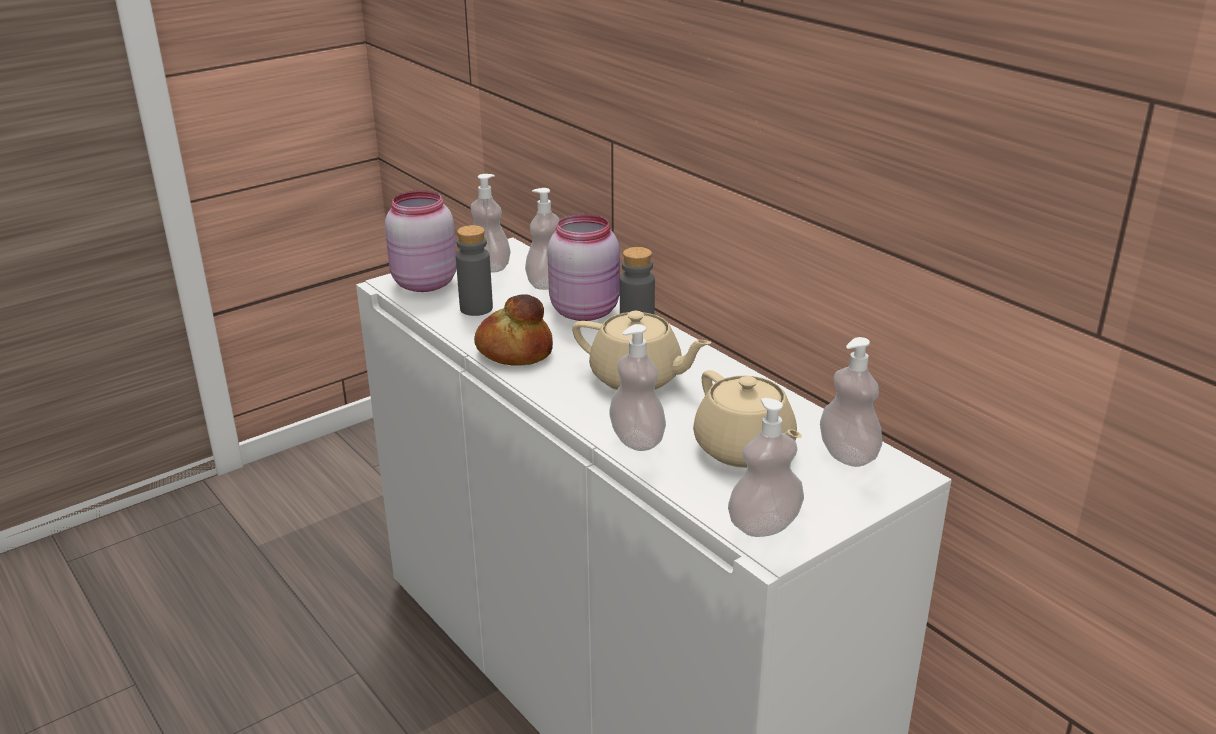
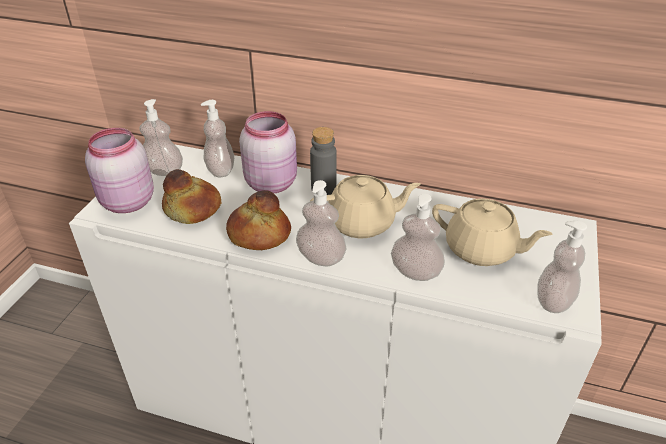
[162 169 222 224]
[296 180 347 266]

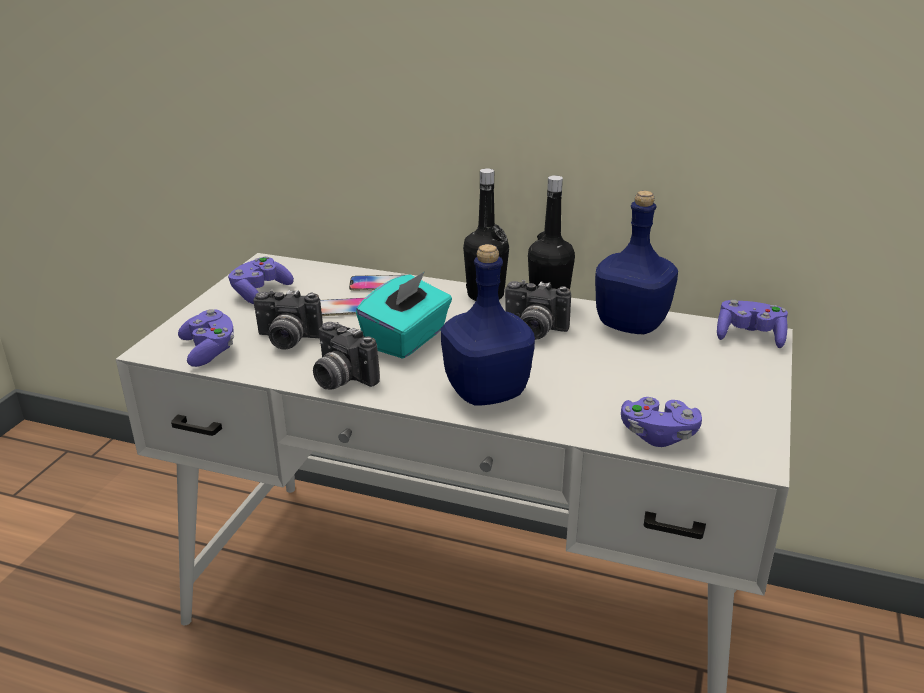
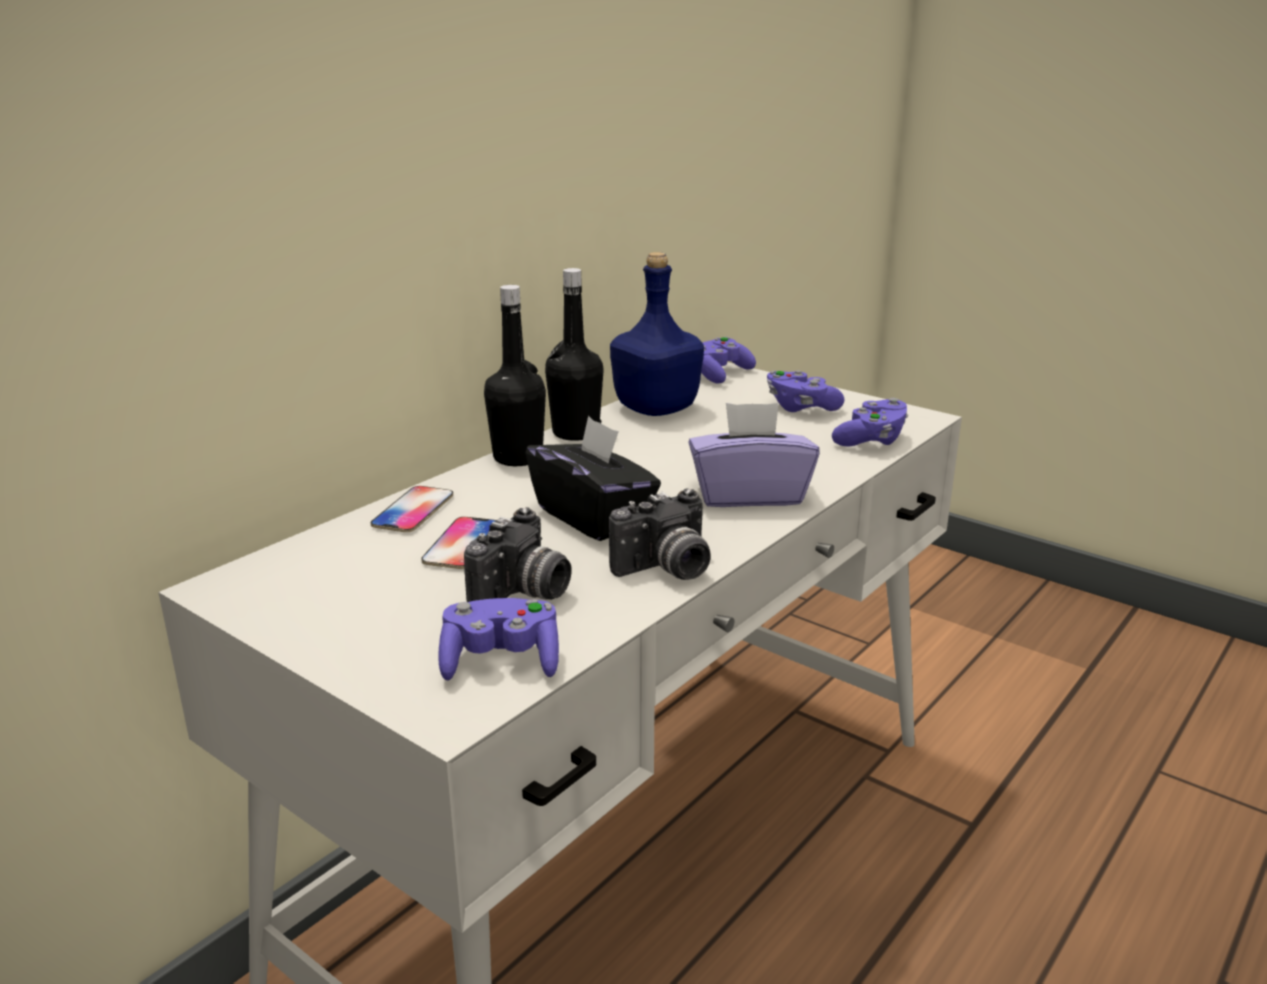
[767 370 844 412]
[526 416 661 541]
[688 403 820 507]
[505 280 571 340] (first image)

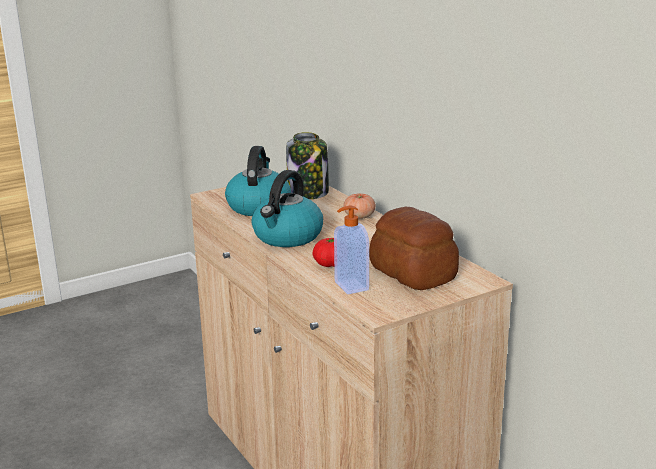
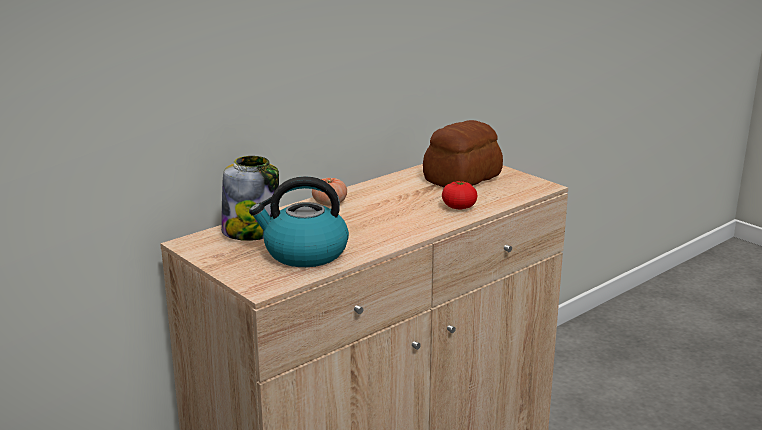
[252 170 323 247] (first image)
[334 206 369 294] (first image)

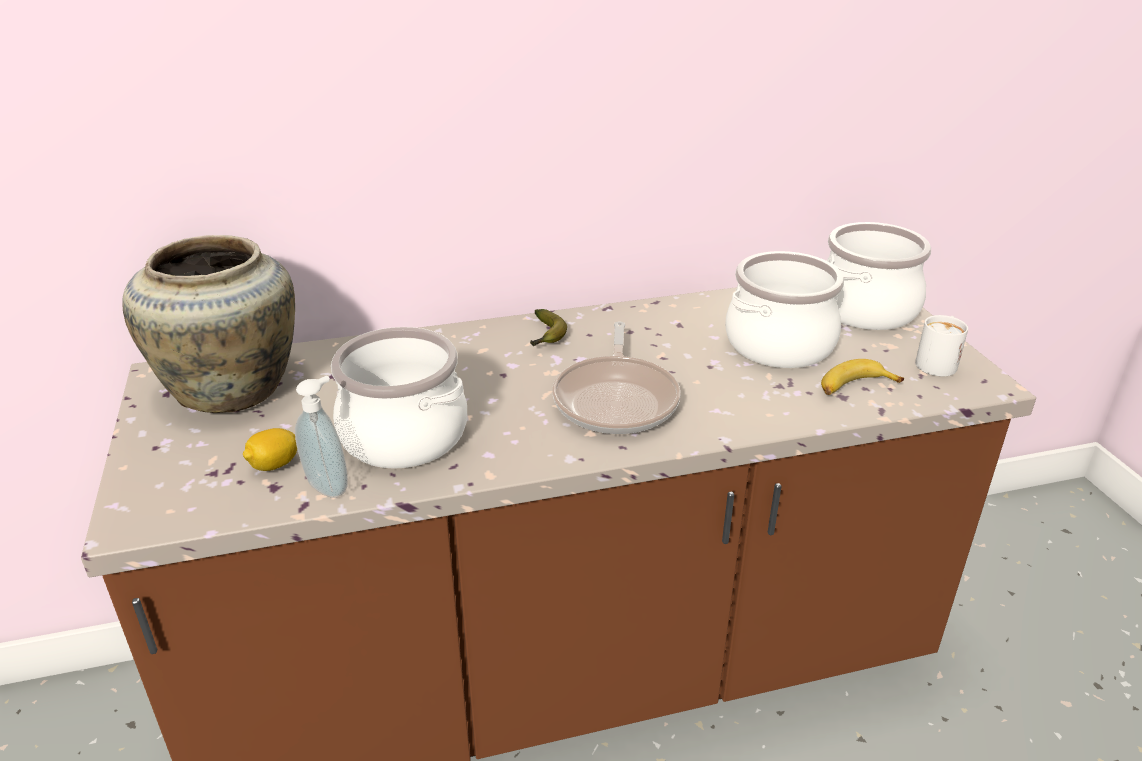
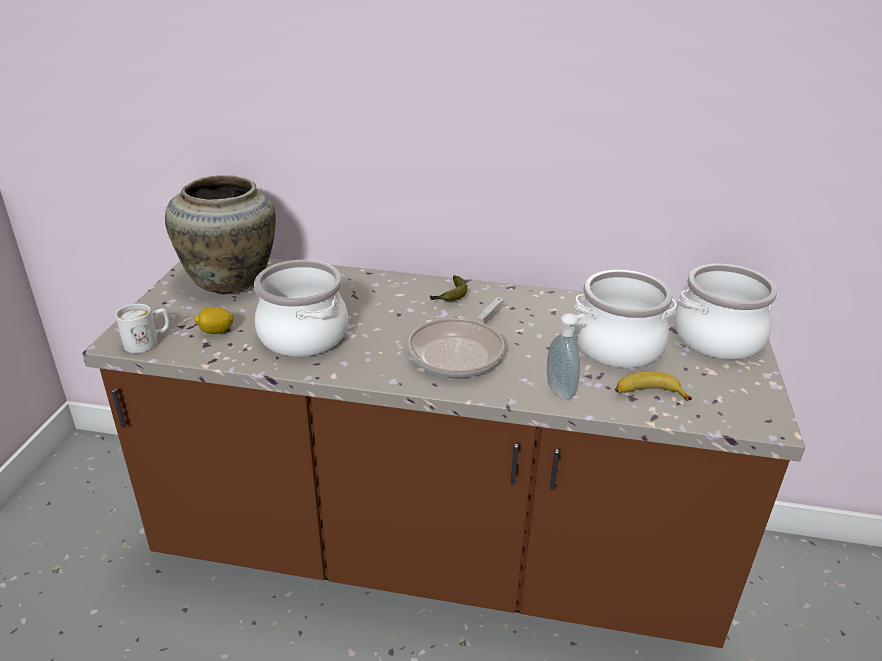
[547 313 585 400]
[115 304 170 353]

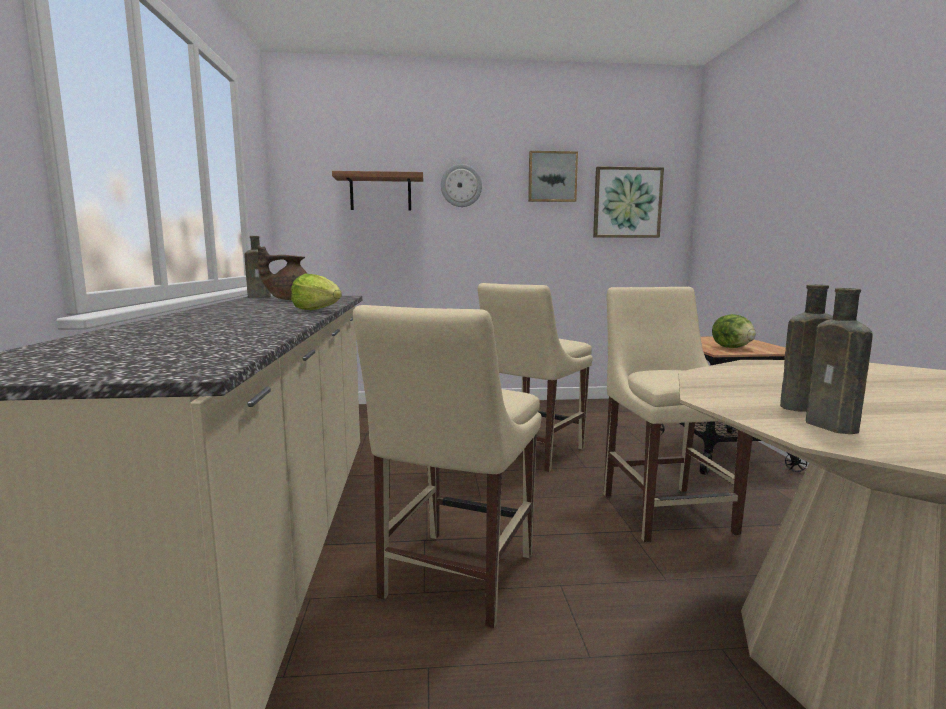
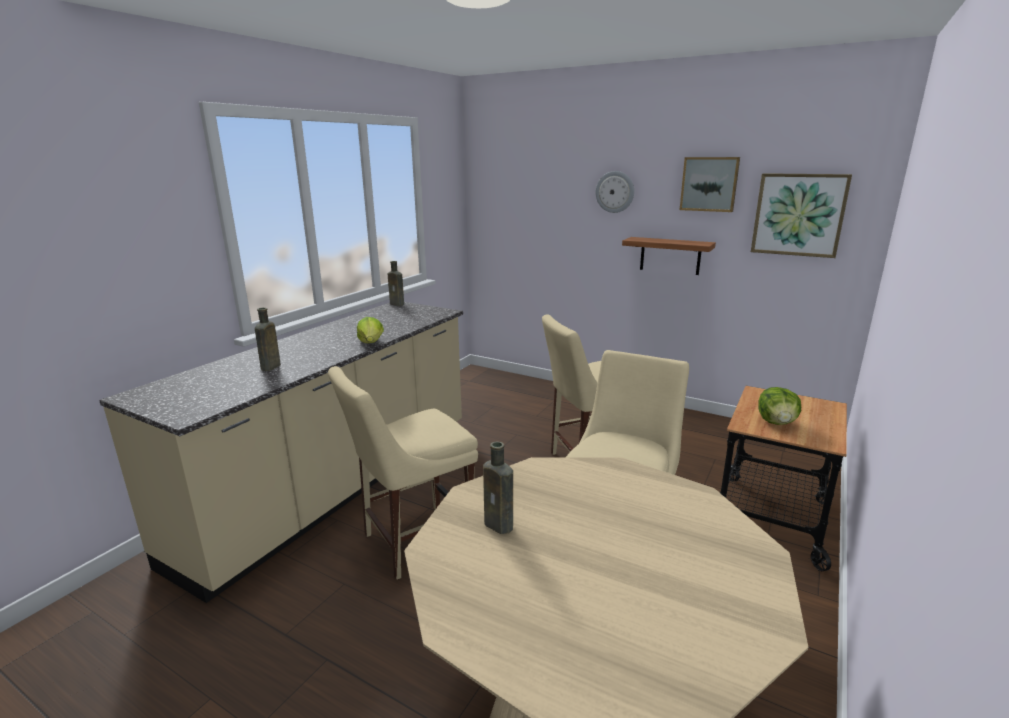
[258 245 308 300] (first image)
[622 237 716 275]
[255 307 281 371]

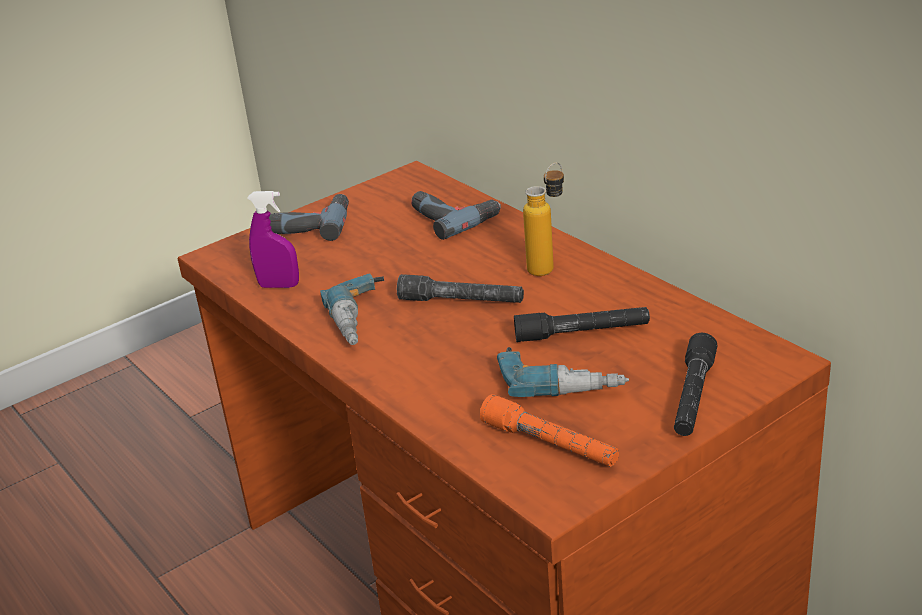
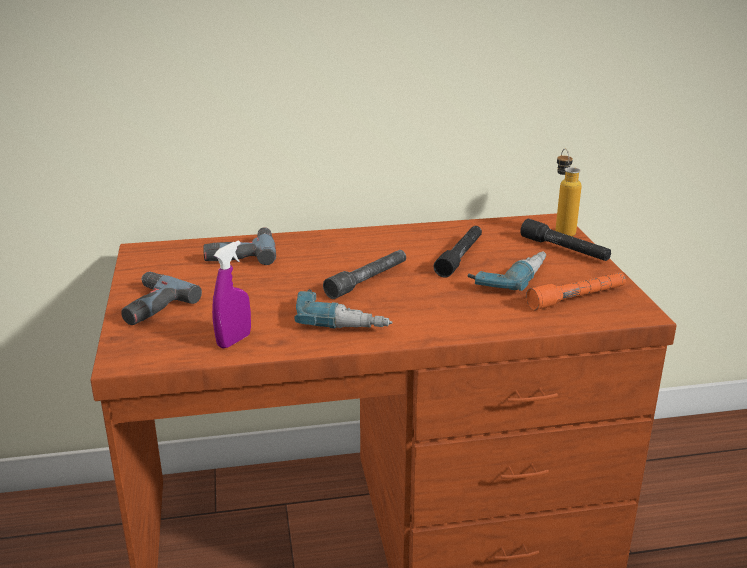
[555 148 582 237]

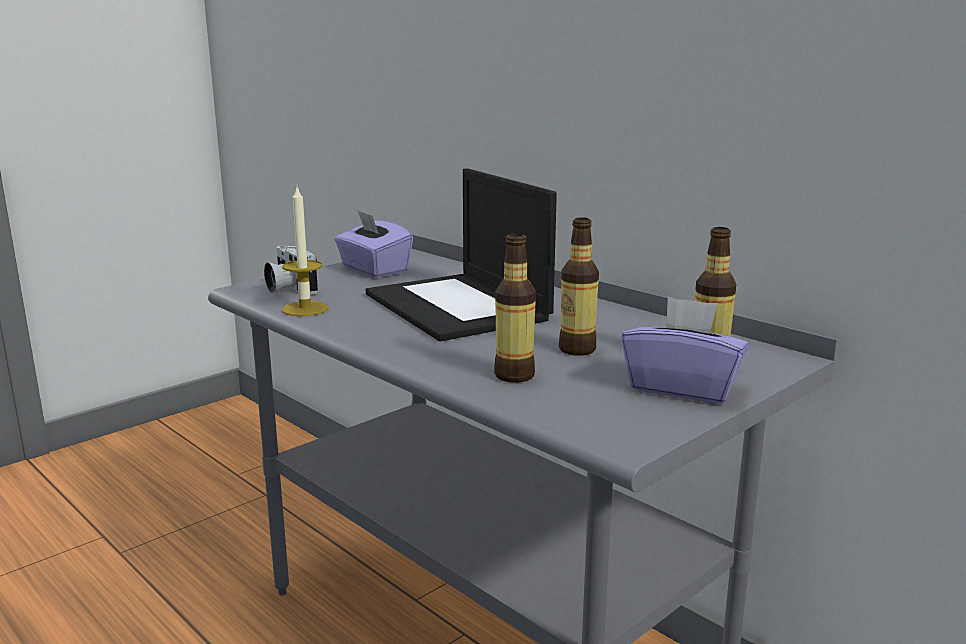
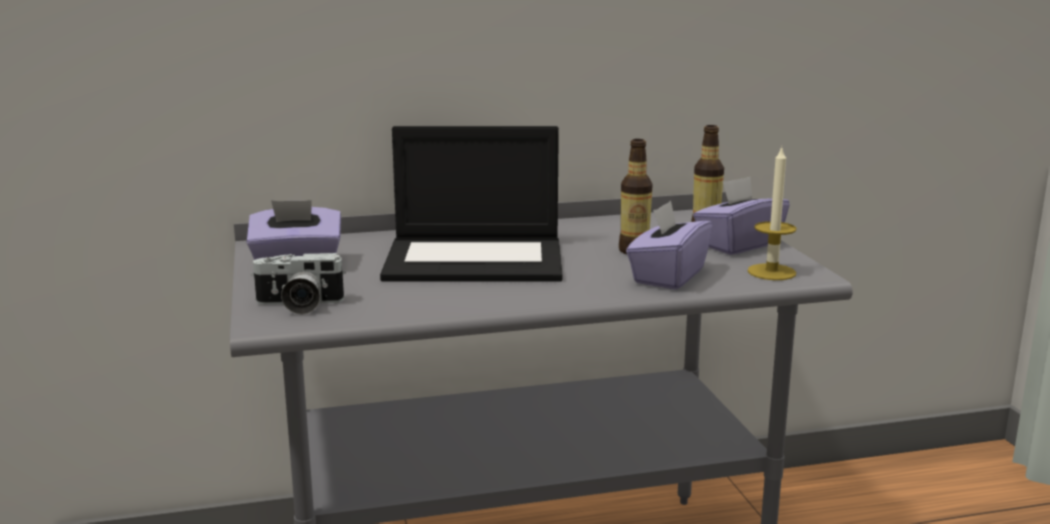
[747 147 796 280]
[626 201 712 290]

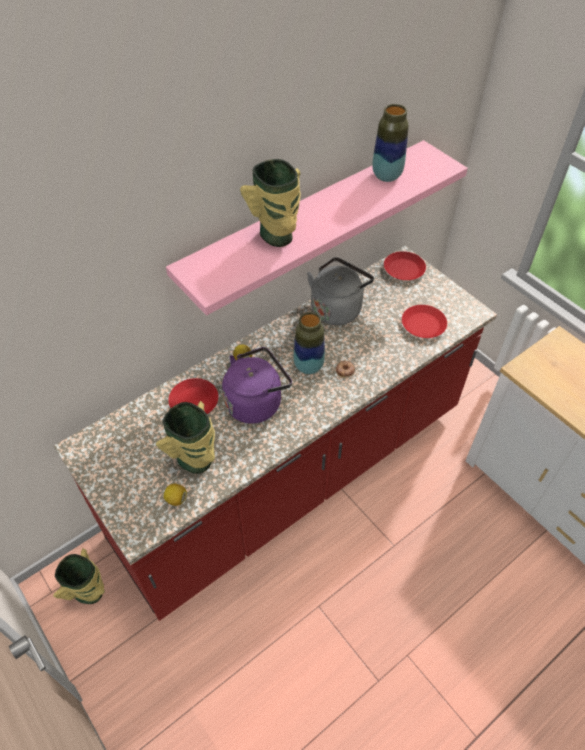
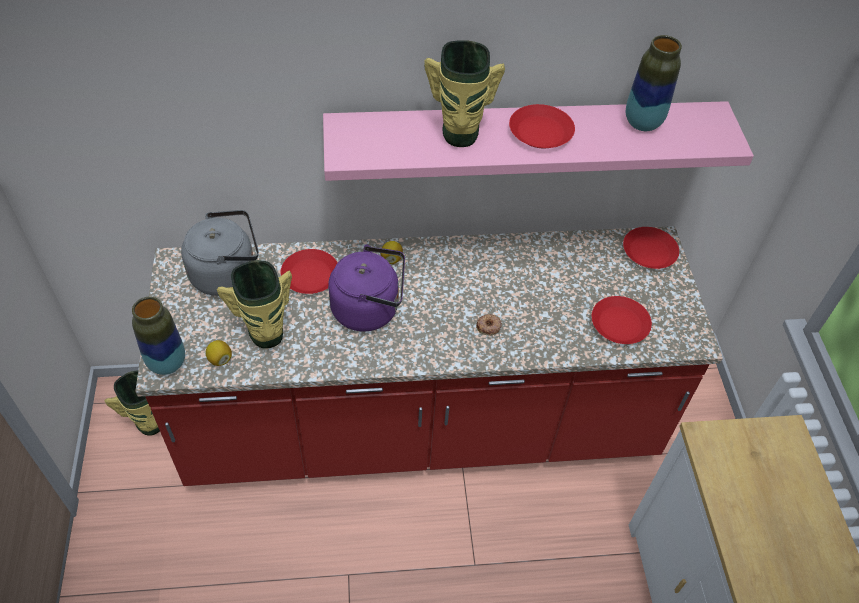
[132 297 185 375]
[181 210 259 296]
[509 104 575 148]

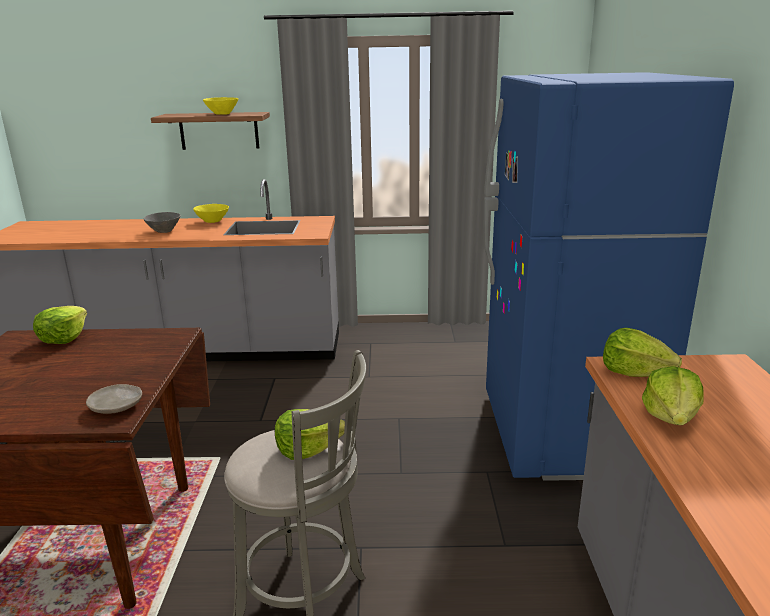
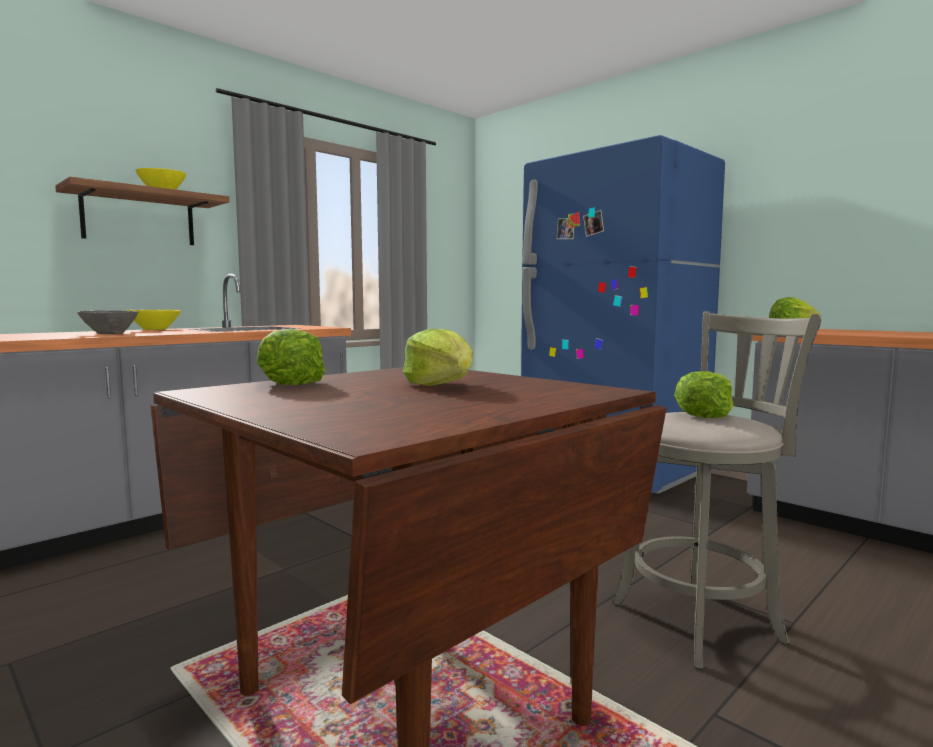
[86 384 142 414] (first image)
[403 329 473 386]

